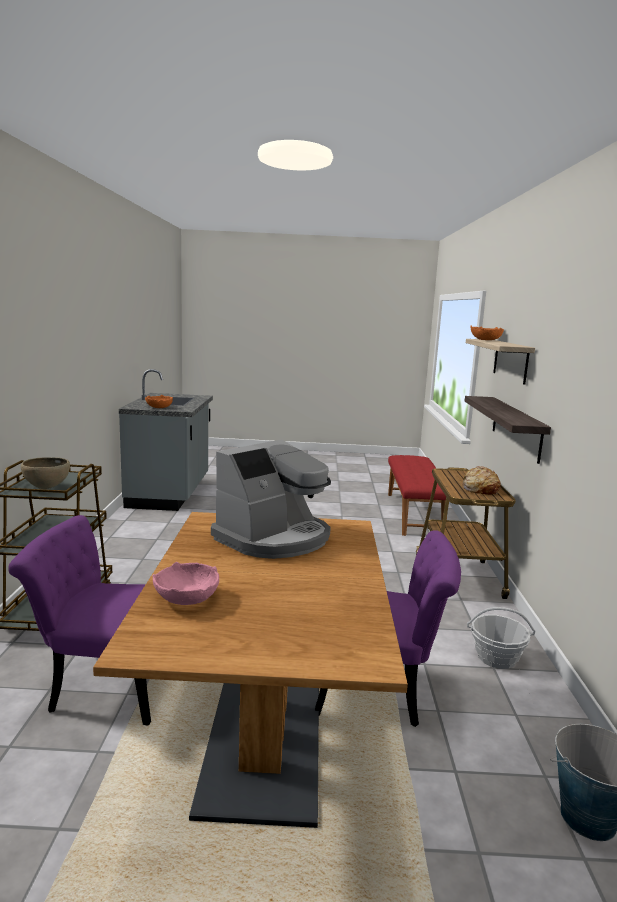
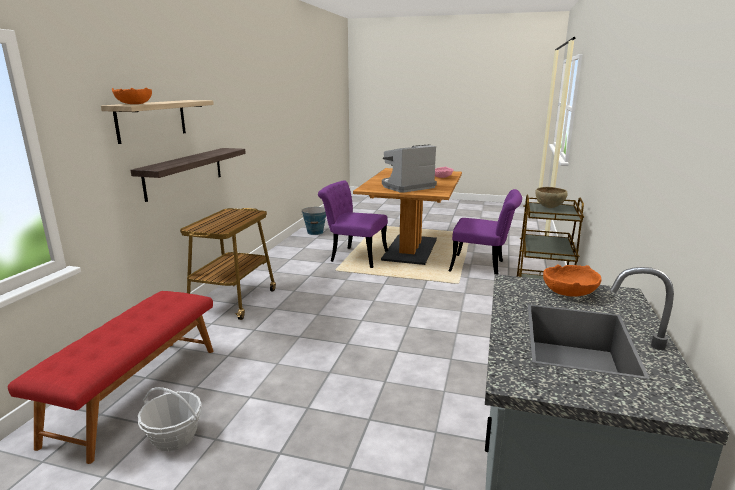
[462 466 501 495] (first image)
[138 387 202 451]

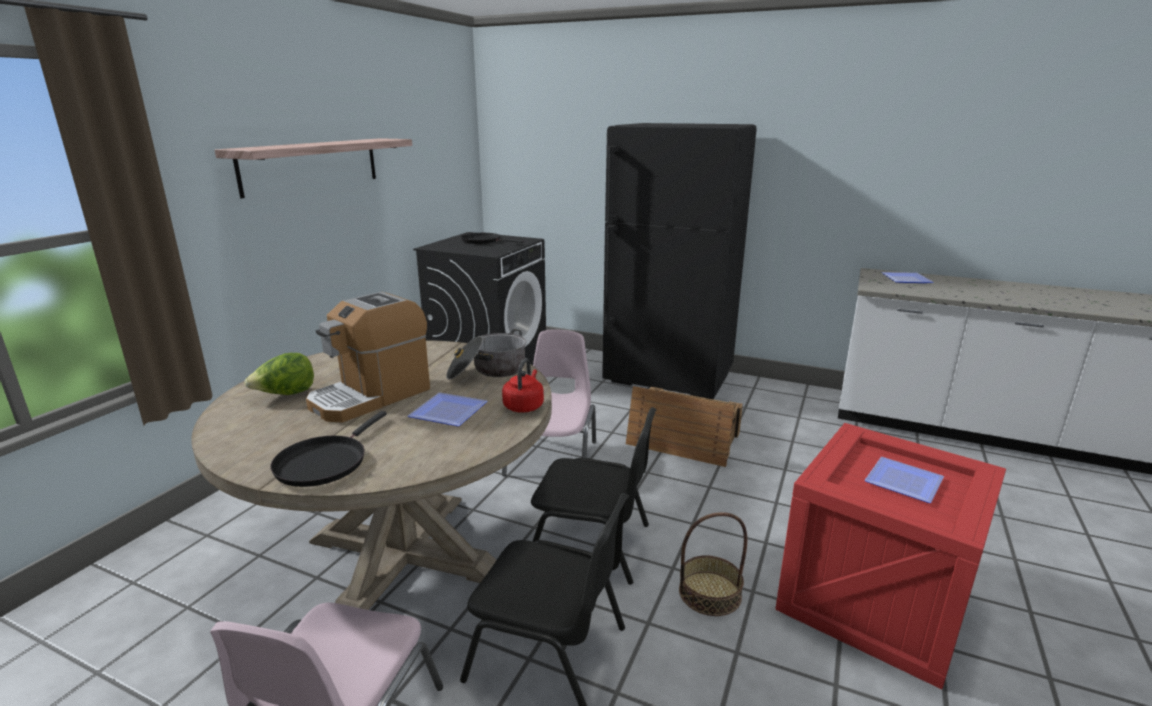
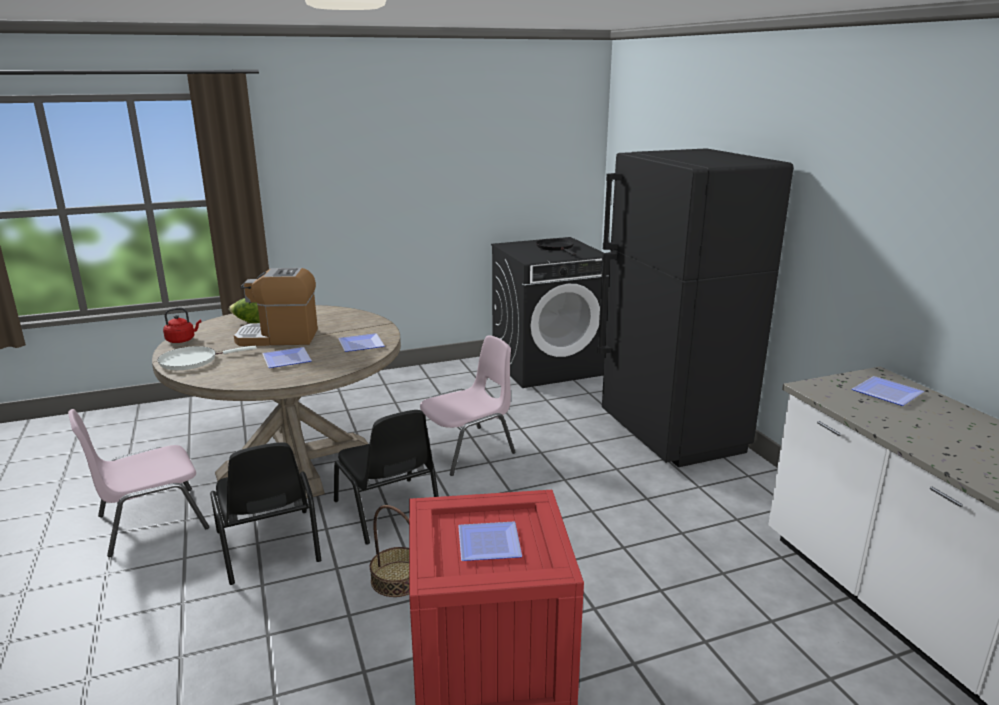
[215 138 412 198] (first image)
[157 346 257 370]
[338 333 385 352]
[163 308 202 343]
[626 386 743 467] (first image)

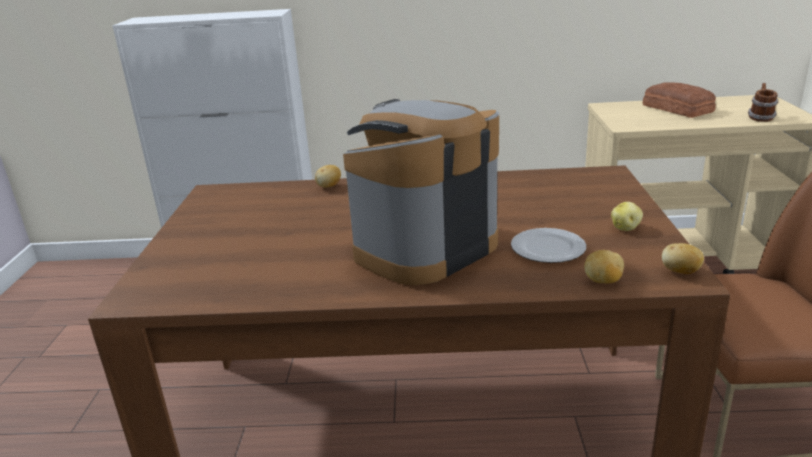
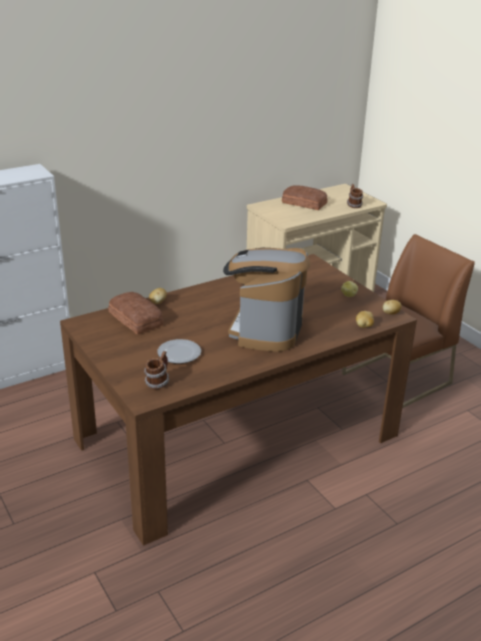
[157 339 201 364]
[108 292 164 335]
[144 351 169 389]

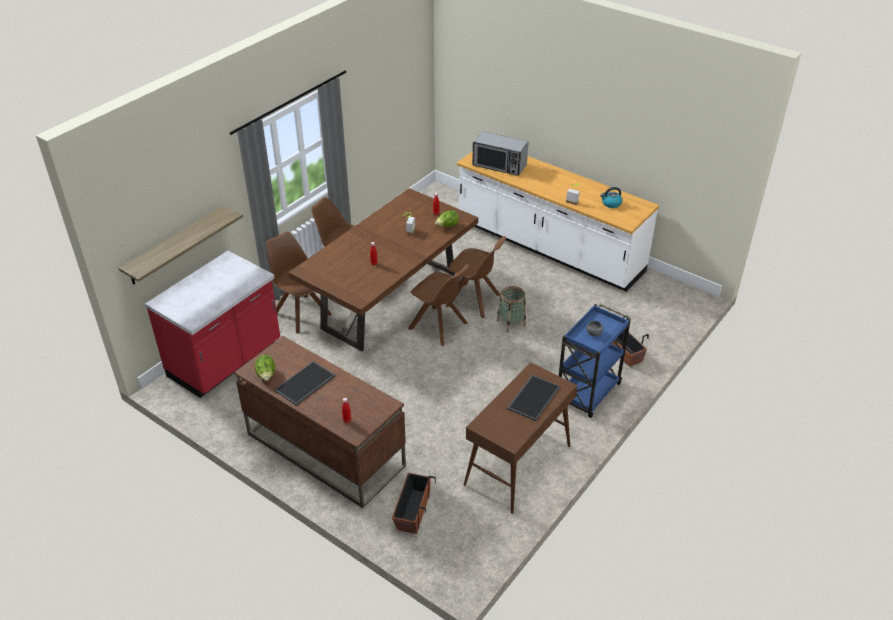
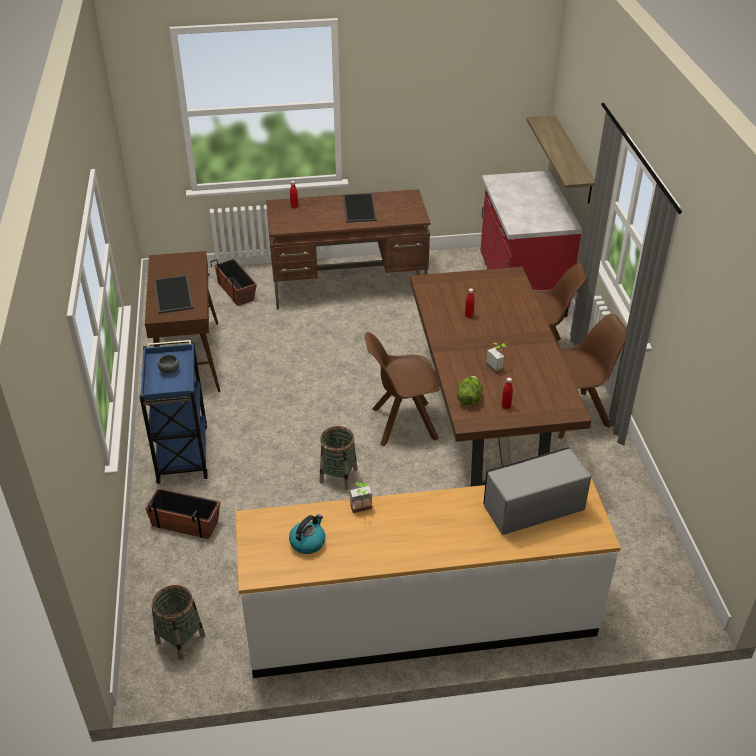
[255 355 275 381] (first image)
[445 236 506 318] (first image)
[152 585 205 660]

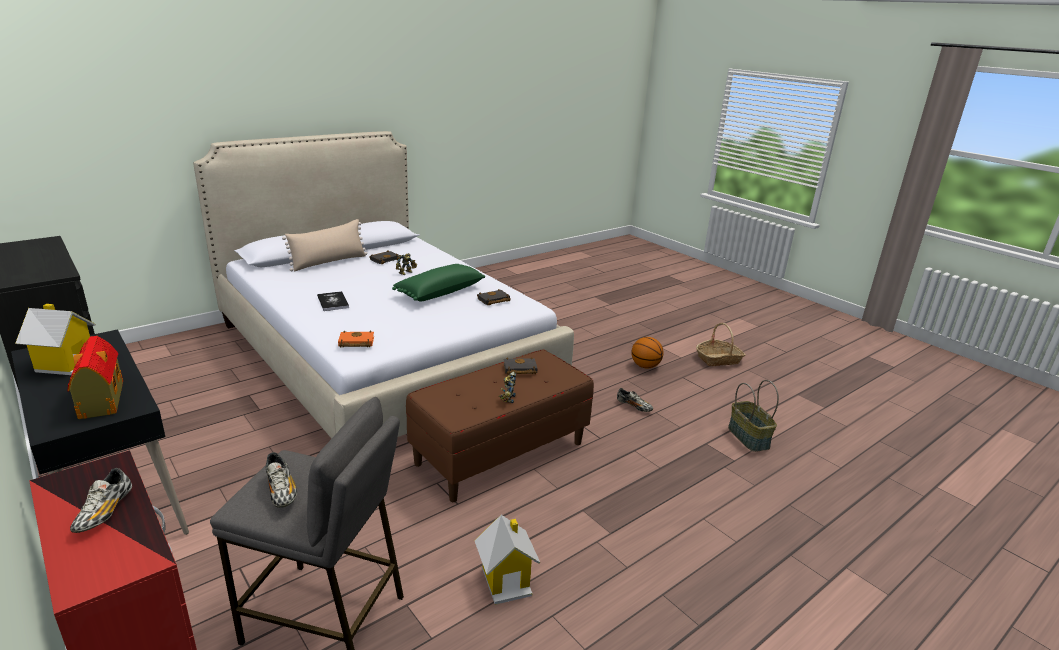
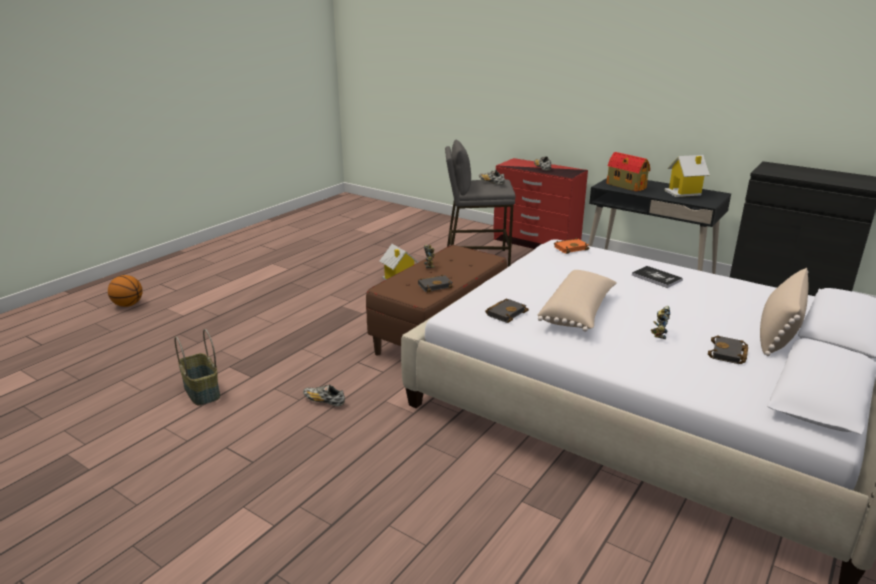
[537 270 617 332]
[108 275 143 307]
[696 323 746 366] (first image)

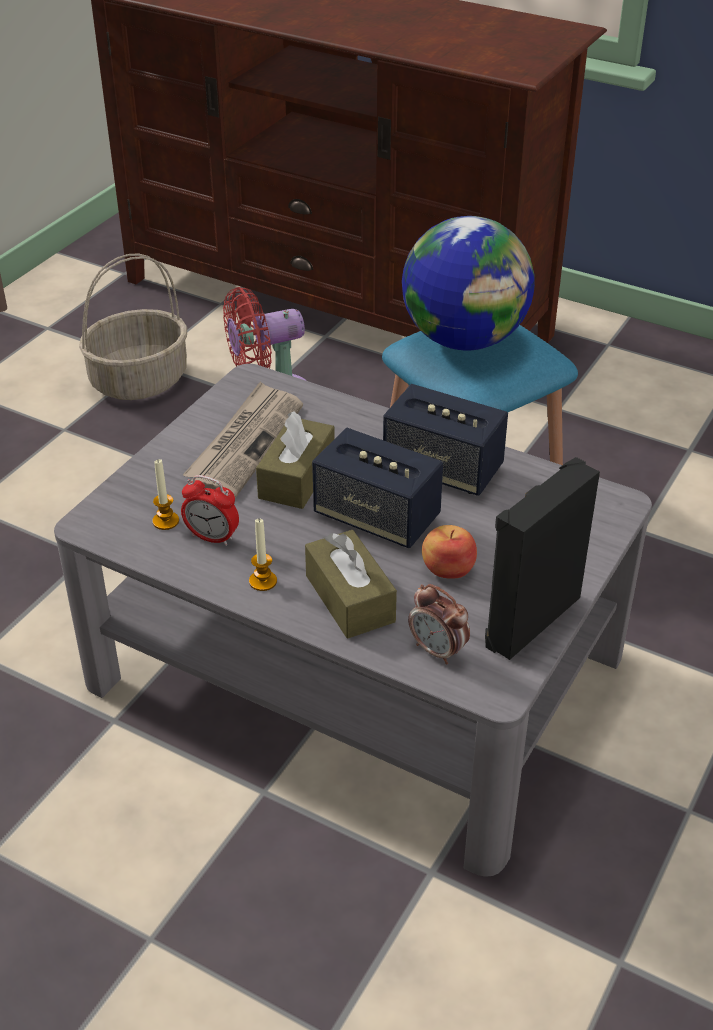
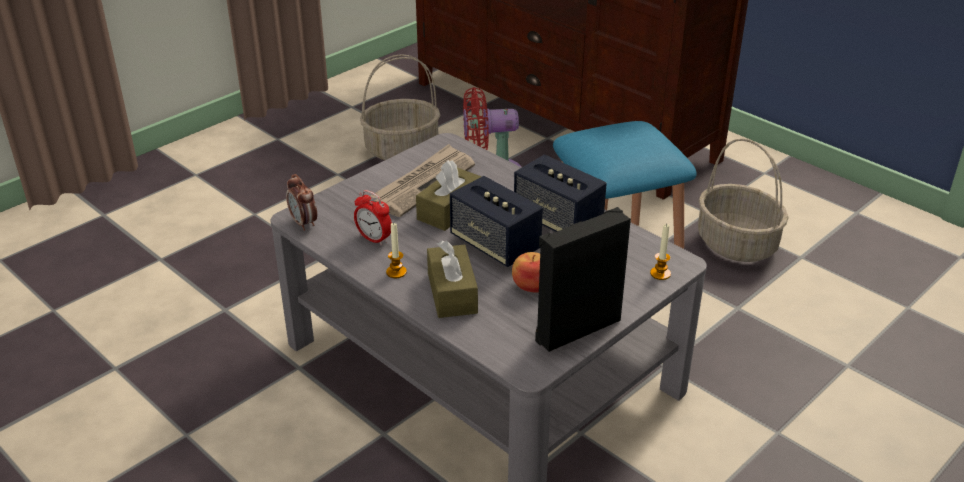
[650 224 671 280]
[402 216 535 350] (first image)
[286 174 317 231]
[698 139 789 262]

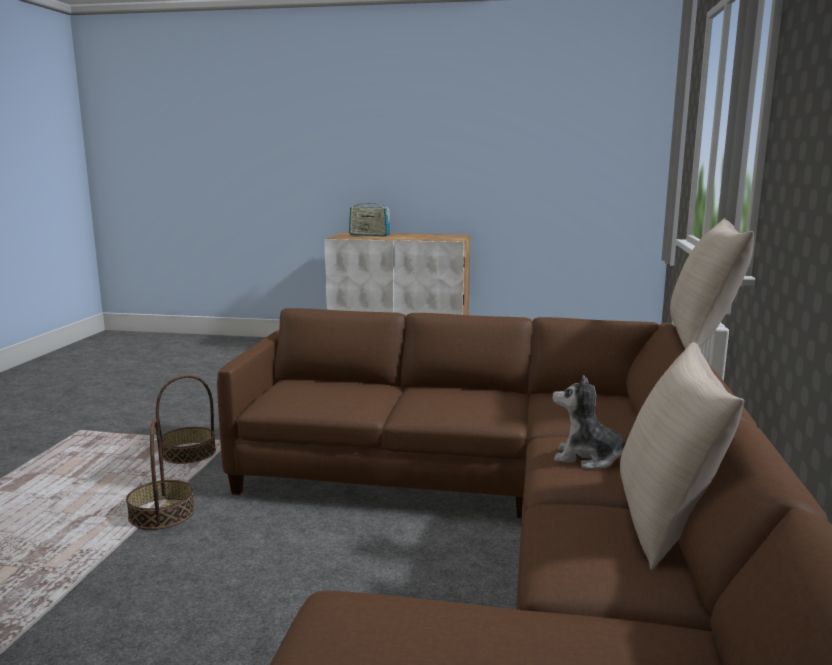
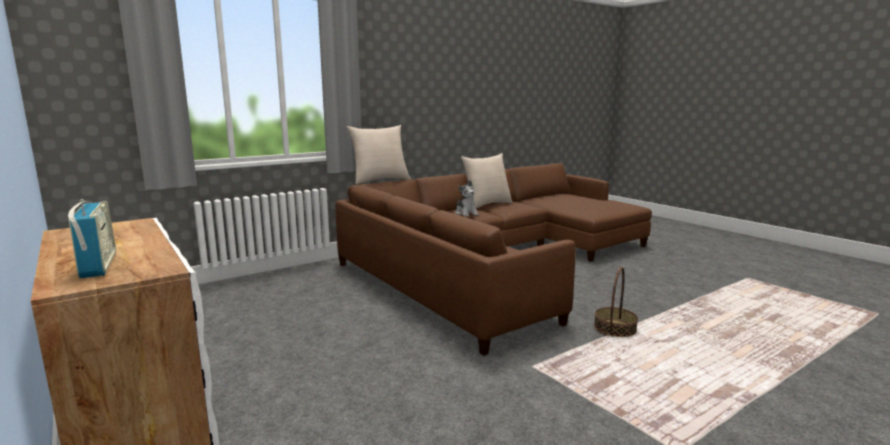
[156 375 216 464] (first image)

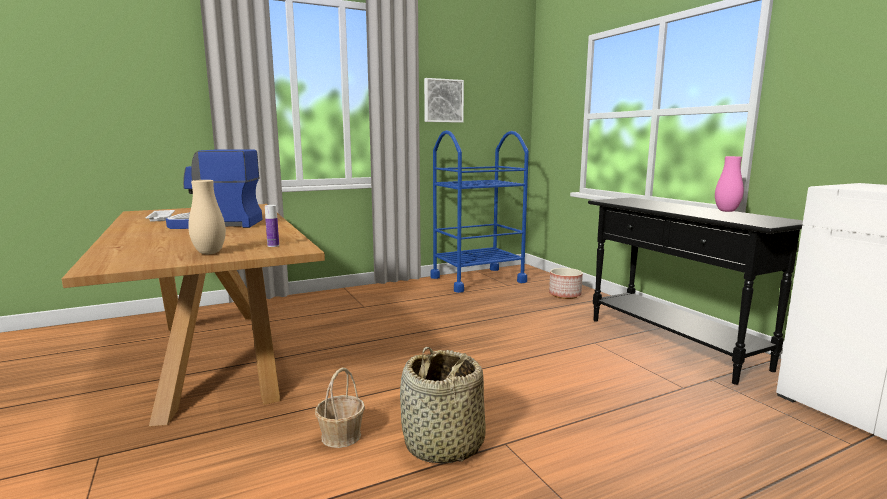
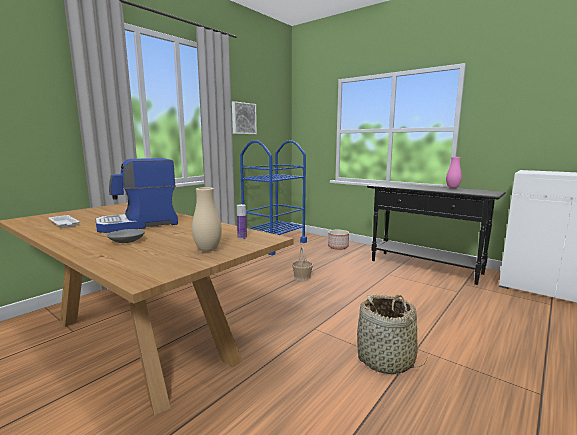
[292 247 313 281]
[107 229 145 243]

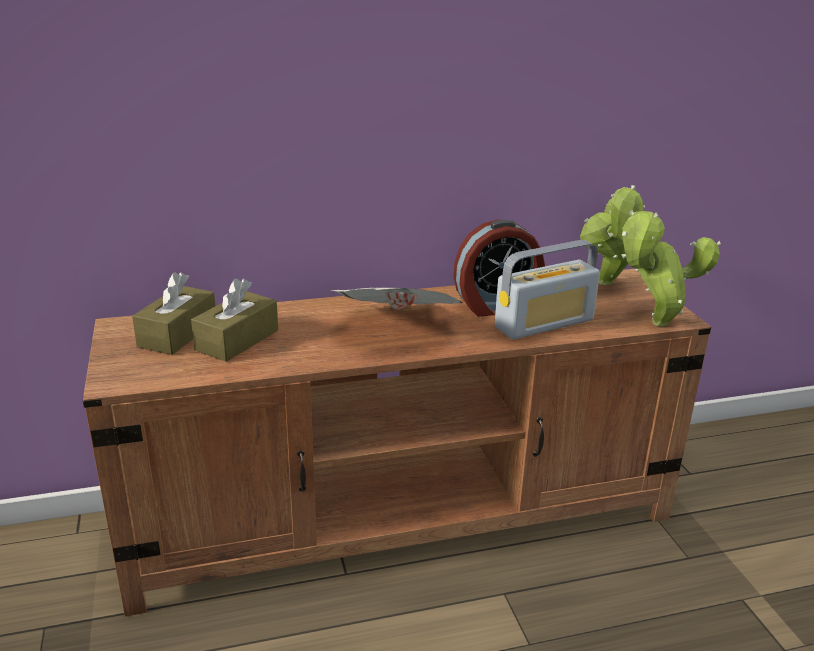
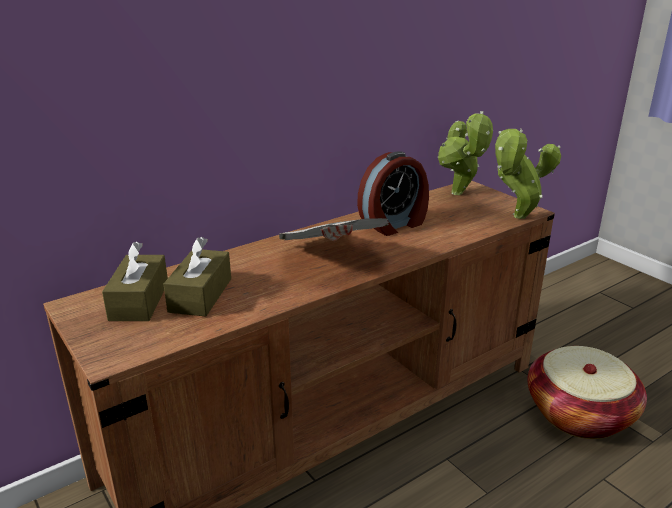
[495 240 600 339] (first image)
[527 346 647 439]

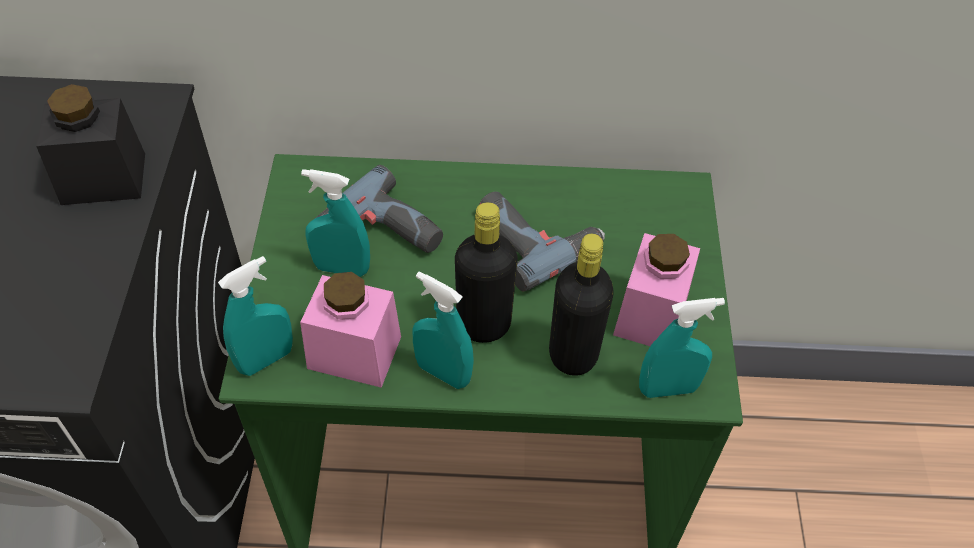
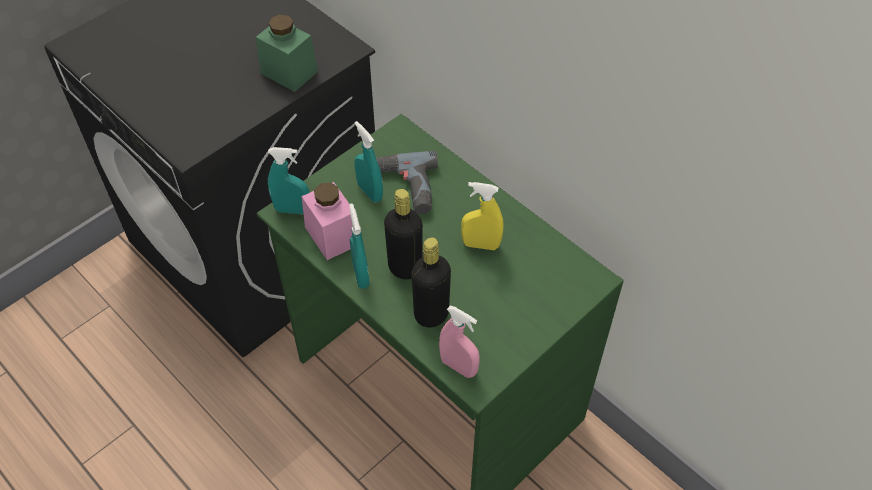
[256 14 318 92]
[461 182 504 250]
[613 233 700 346] (first image)
[439 305 480 378]

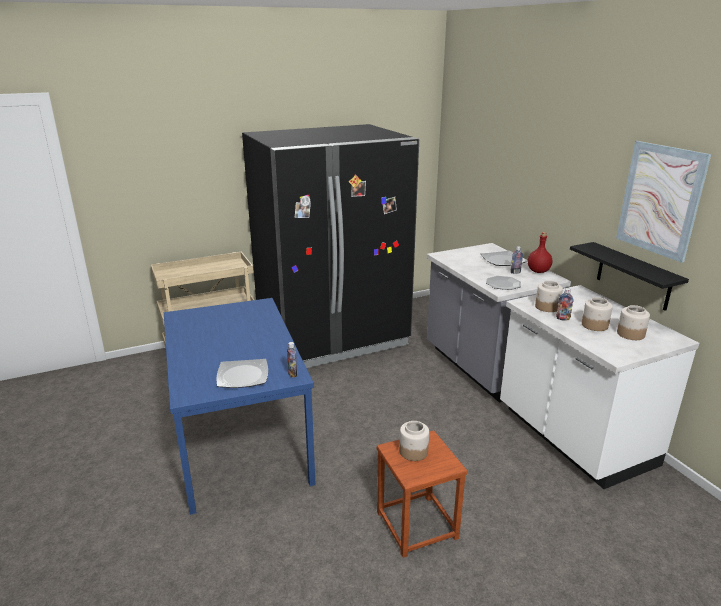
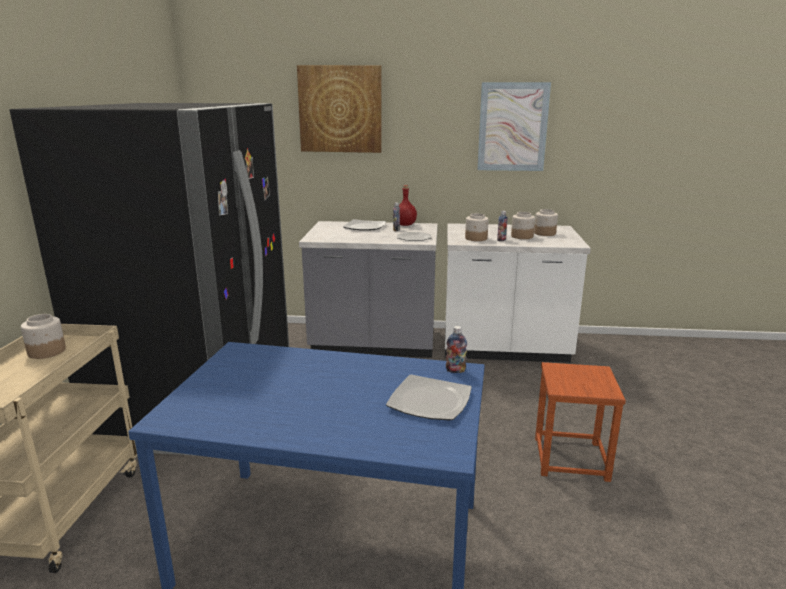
[21 314 66 359]
[570 242 689 311] (first image)
[297 65 382 153]

